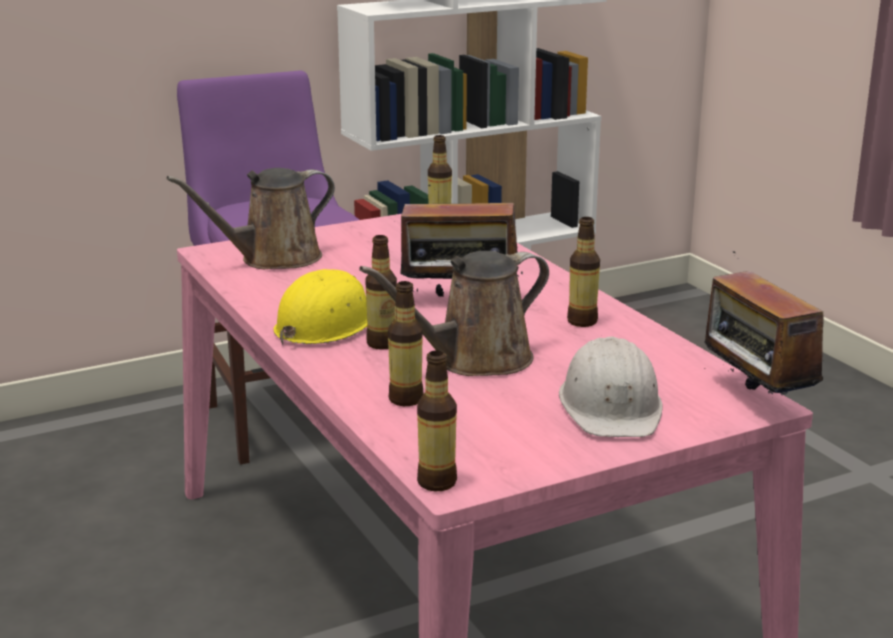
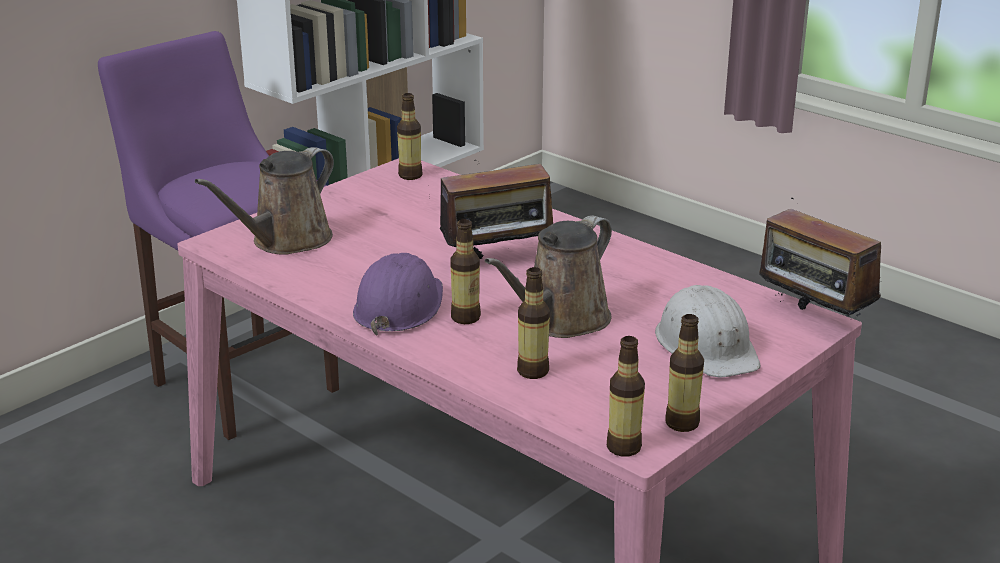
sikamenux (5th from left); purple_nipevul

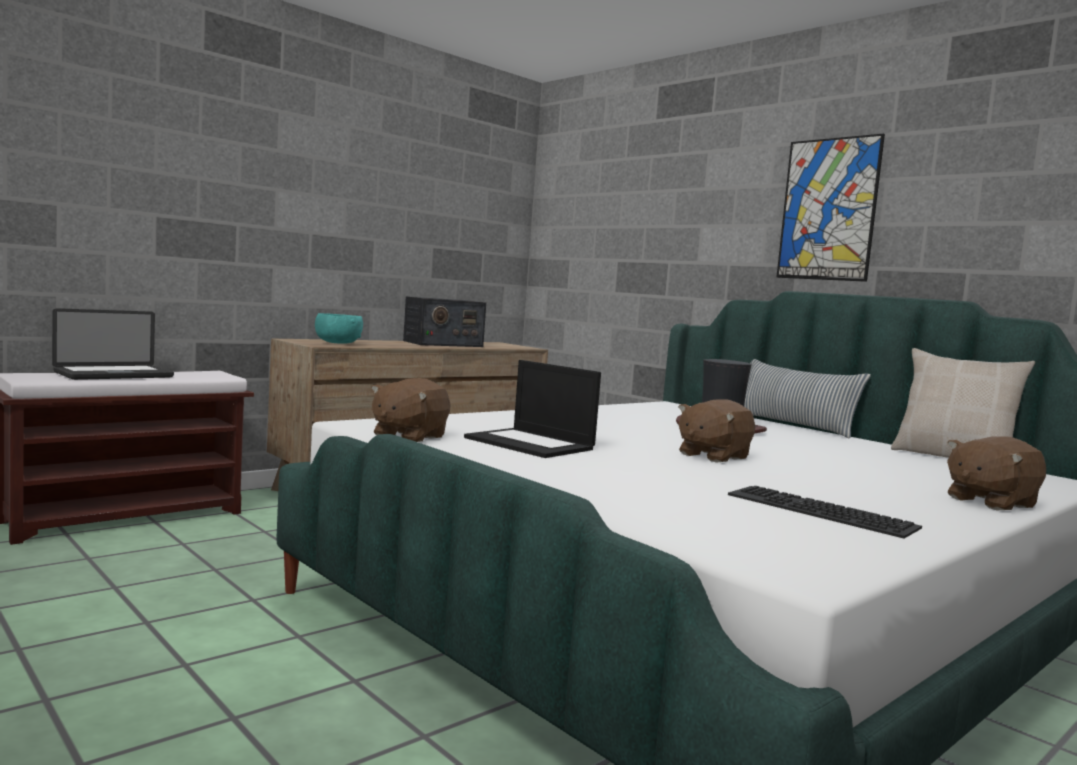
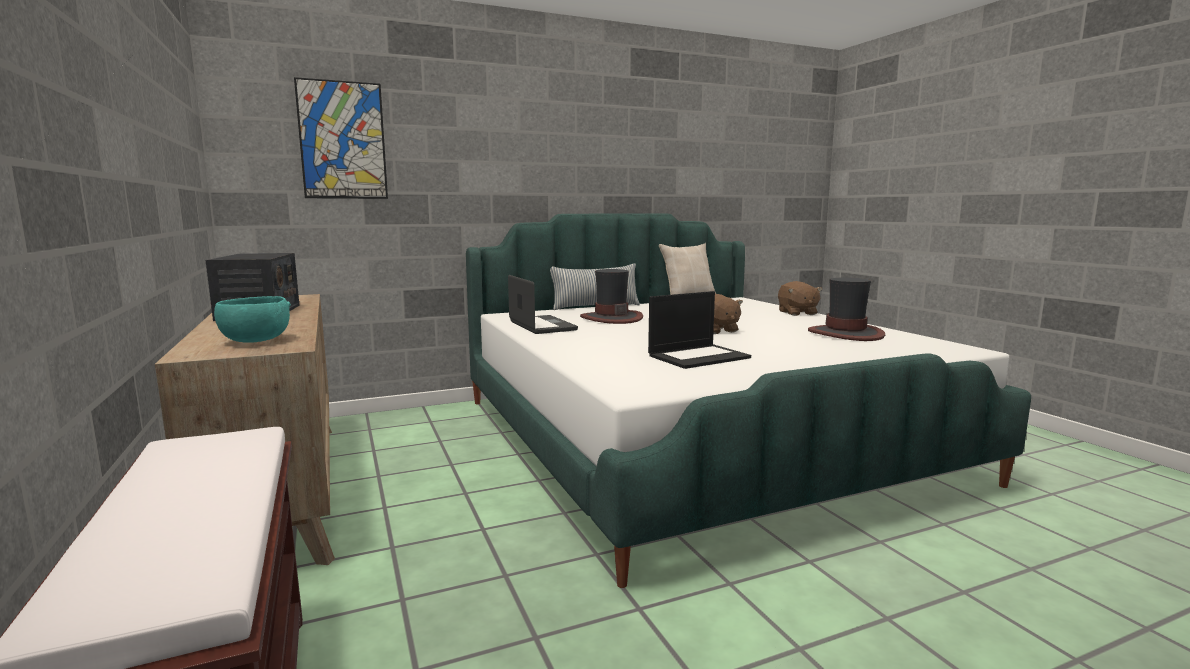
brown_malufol (1st from left in the first image); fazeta (1st from left); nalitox; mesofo (2nd from left)

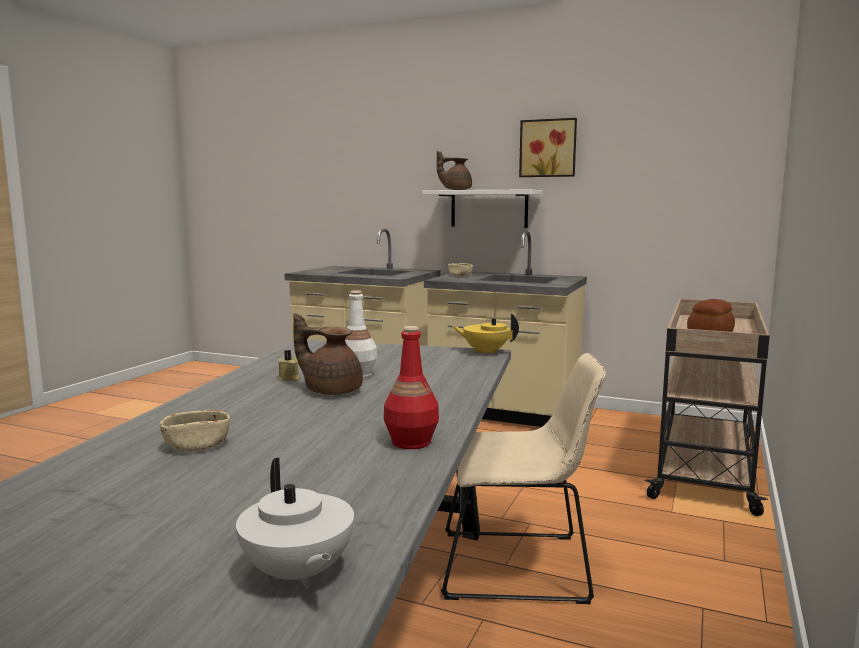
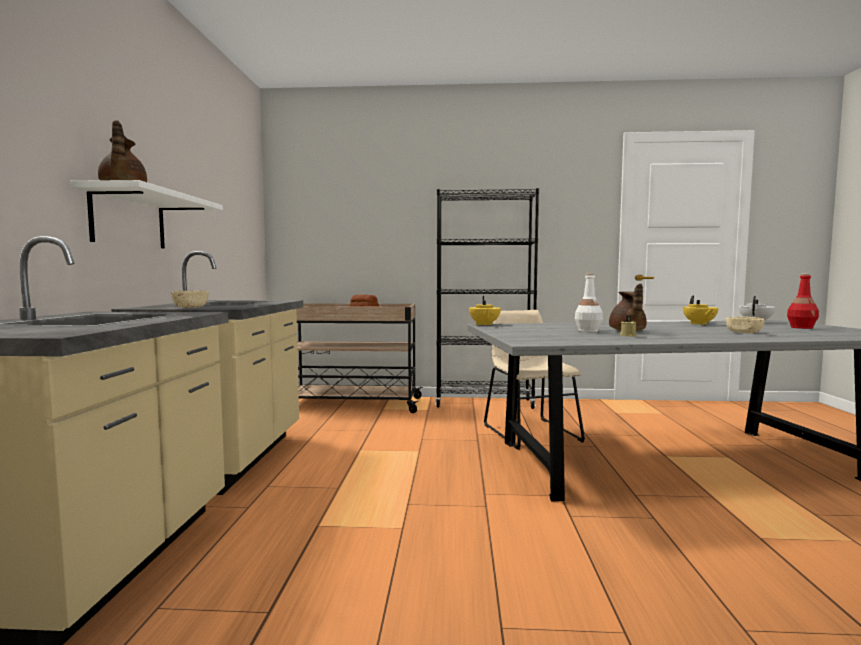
nalitox; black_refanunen; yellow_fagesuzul (2nd from left); red_sikamenux

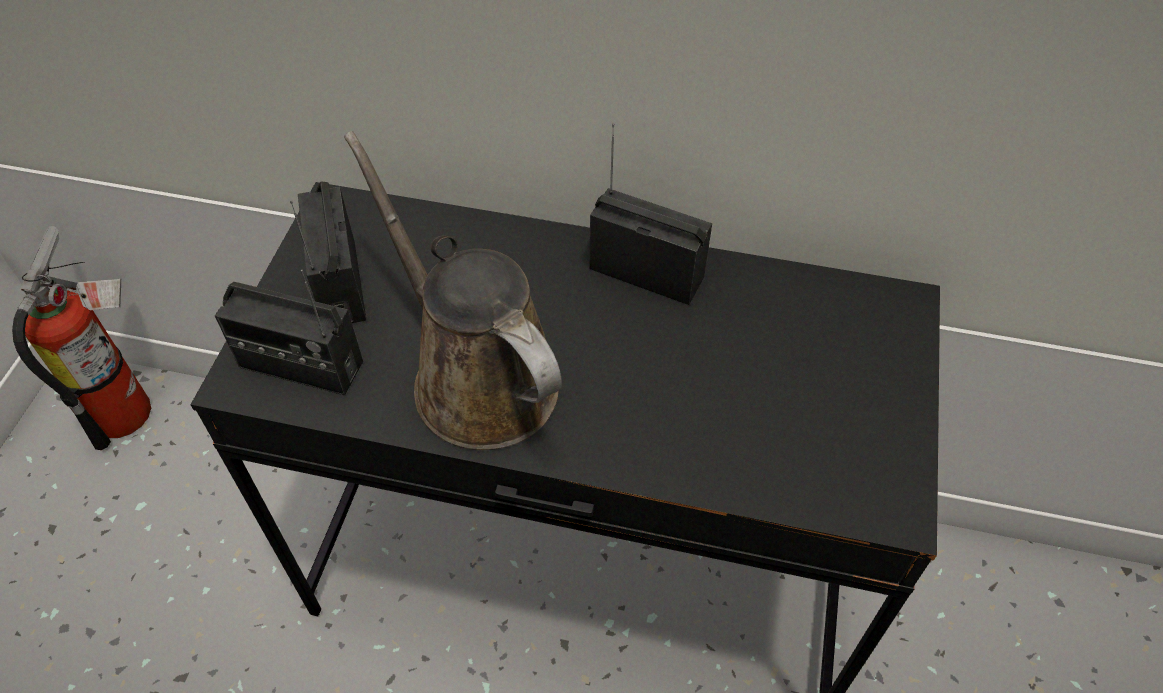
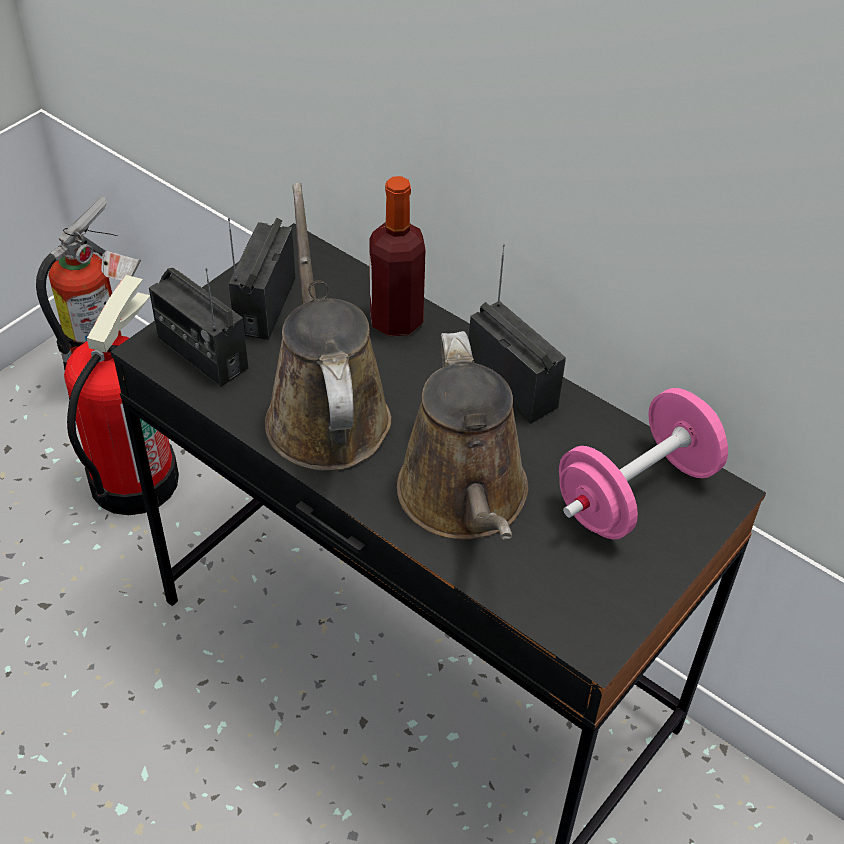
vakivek (2nd from left); sikamenux; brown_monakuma (2nd from left); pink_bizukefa

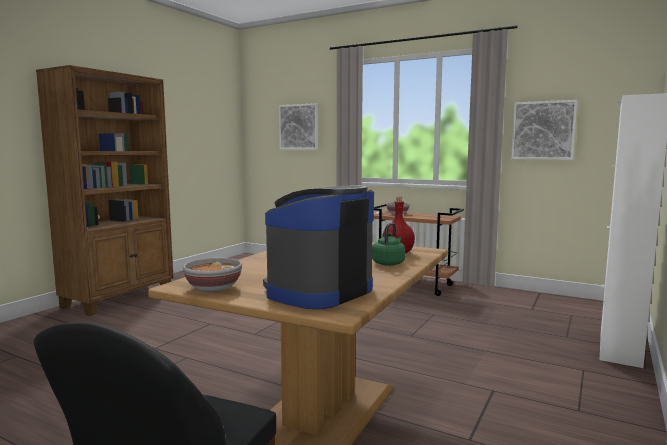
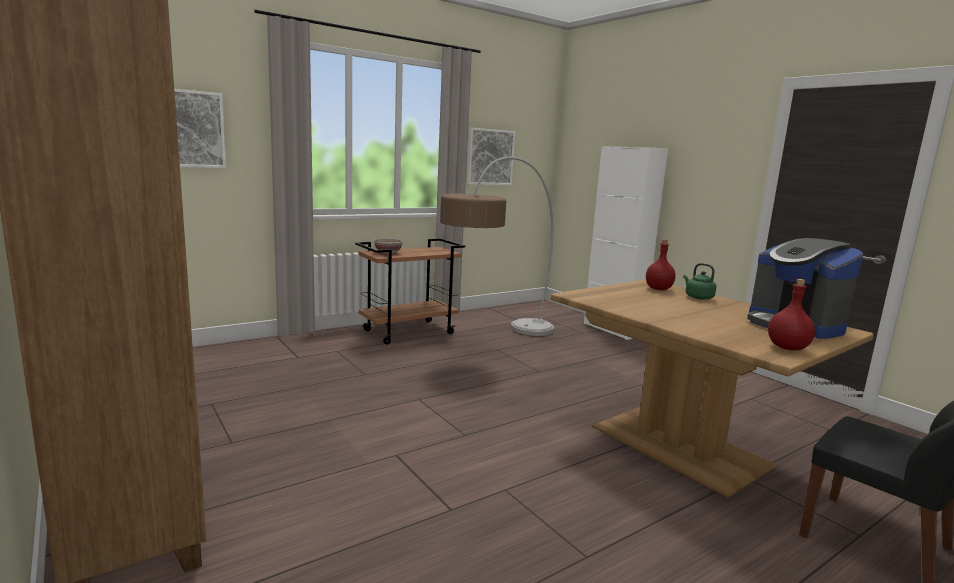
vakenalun; red_sikamenux (2nd from left)

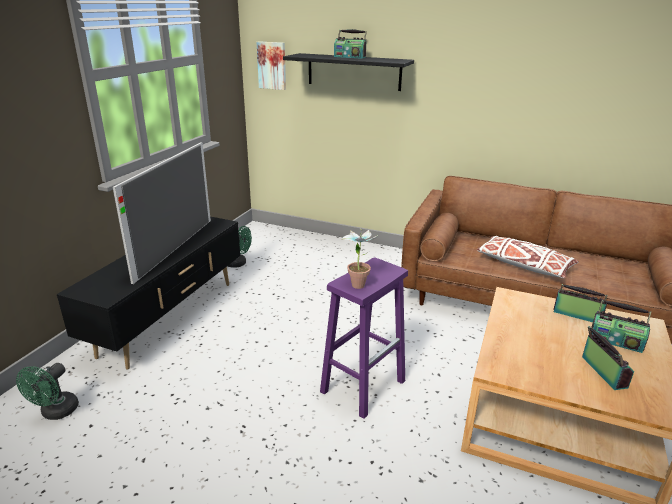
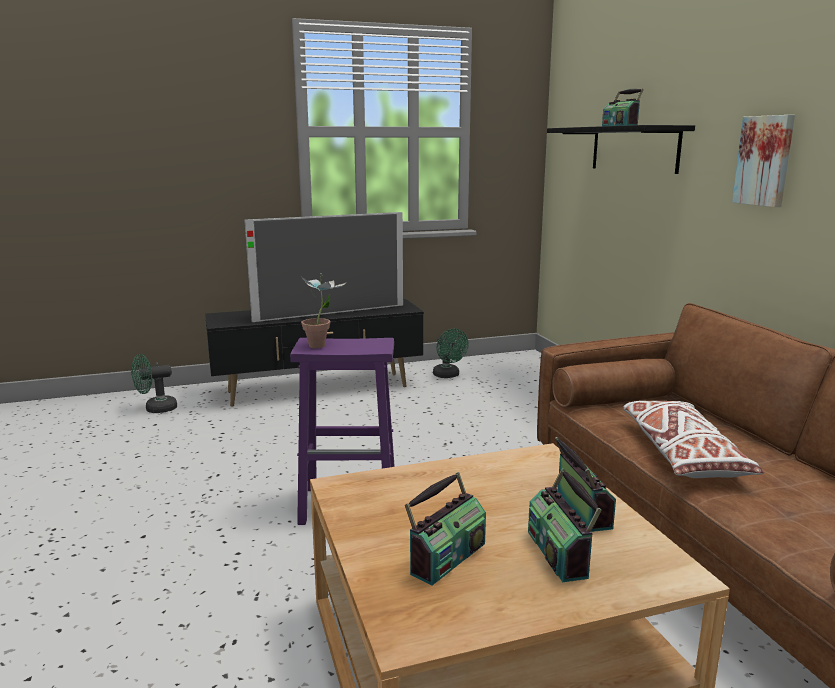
nalitox

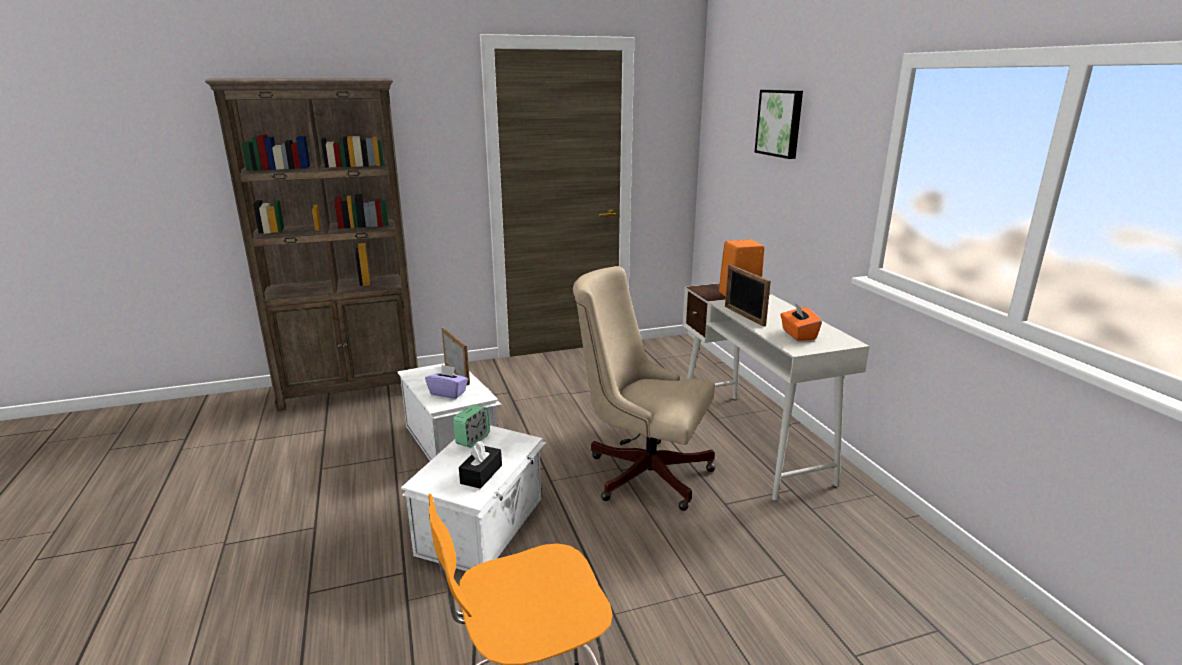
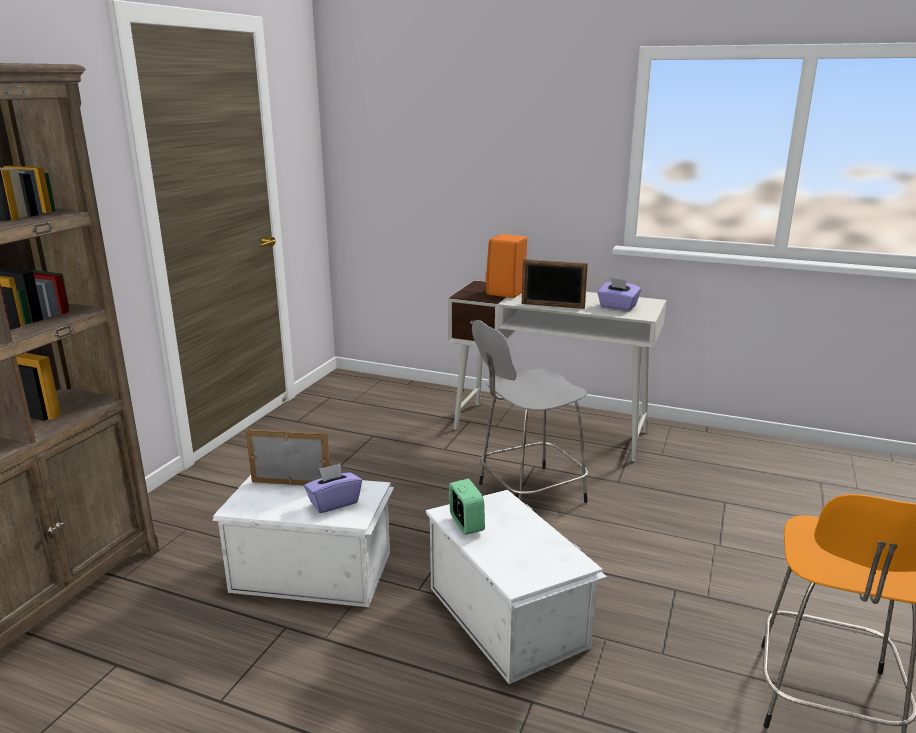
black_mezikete; nalitox; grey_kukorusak; purple_mezikete (2nd from left)

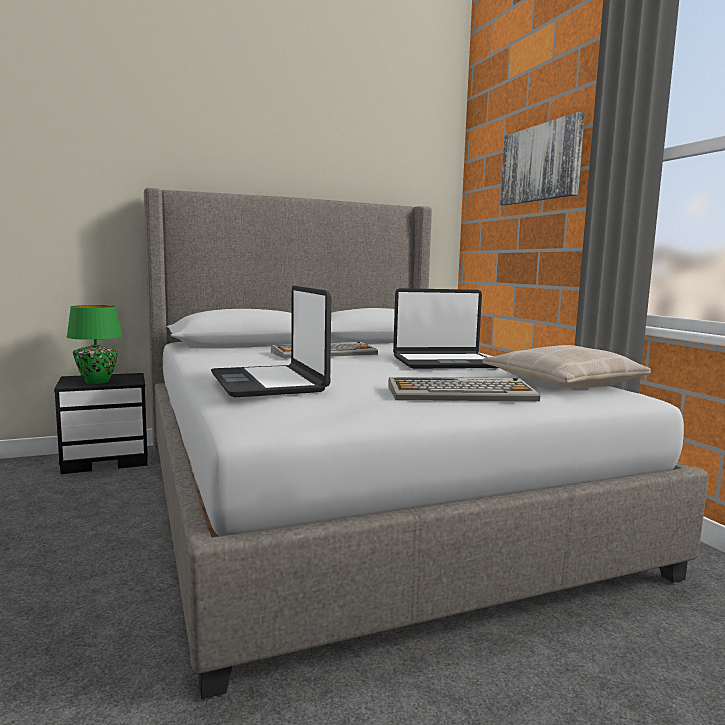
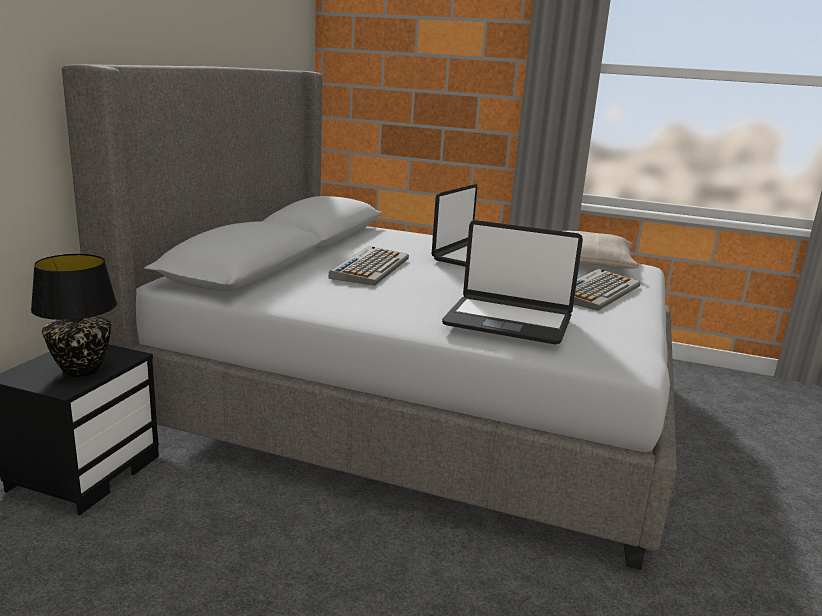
nalitox; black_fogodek

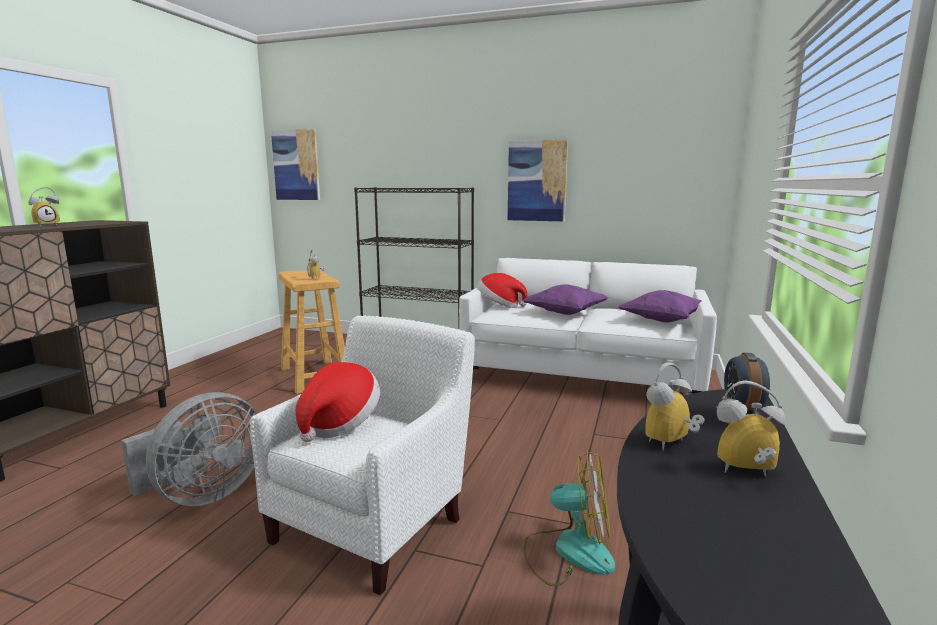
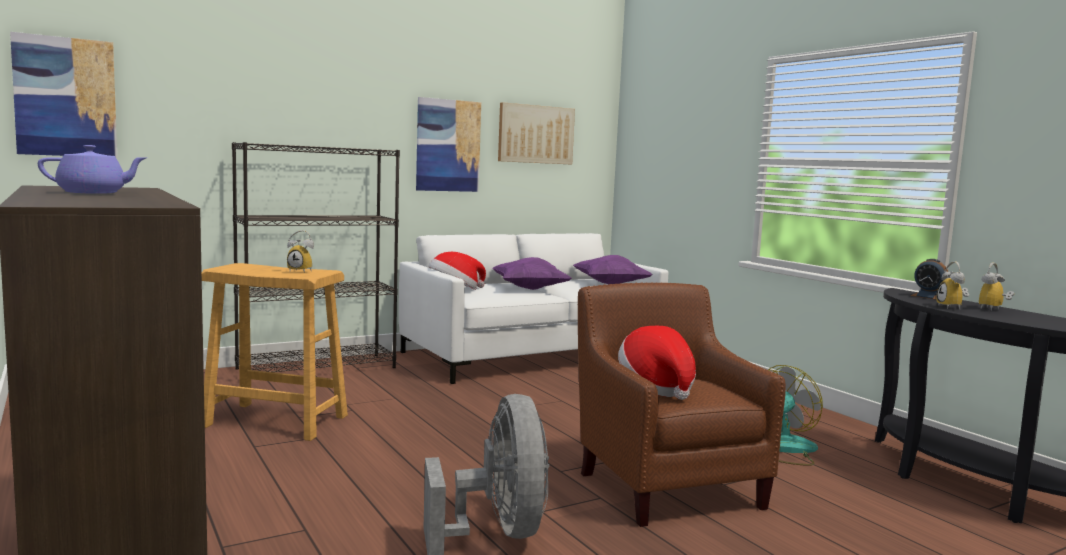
nalitox (3rd from left); purple_fagesuzul; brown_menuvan

